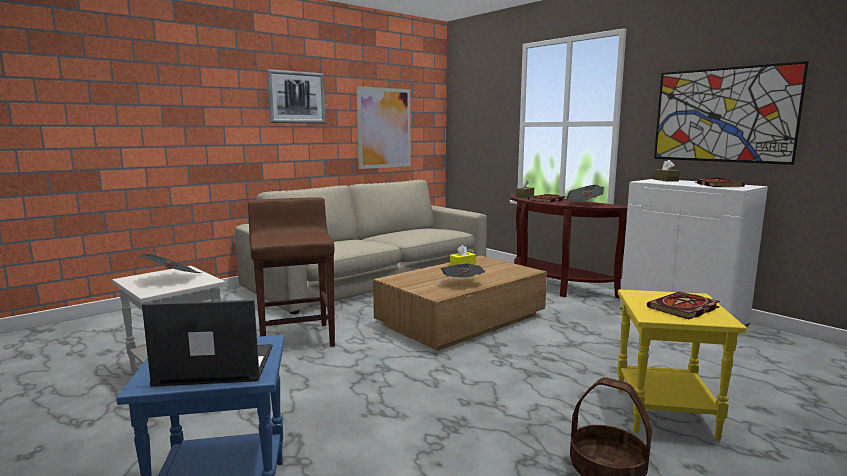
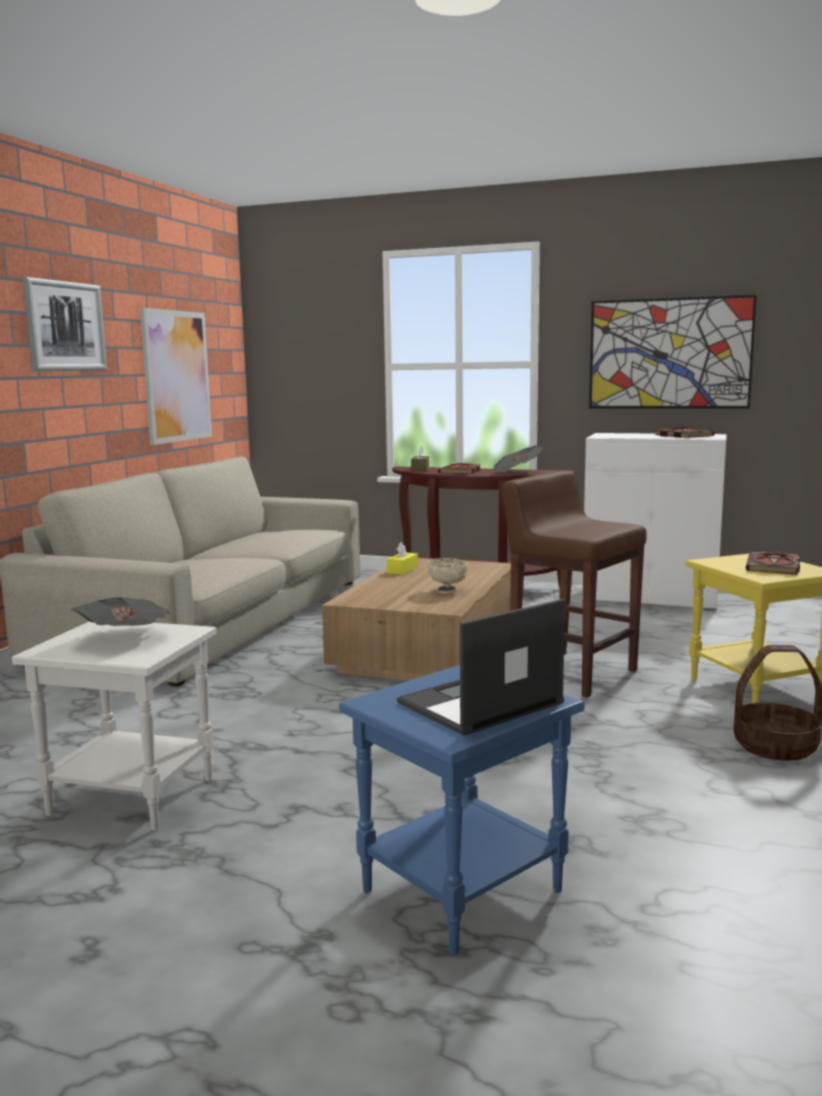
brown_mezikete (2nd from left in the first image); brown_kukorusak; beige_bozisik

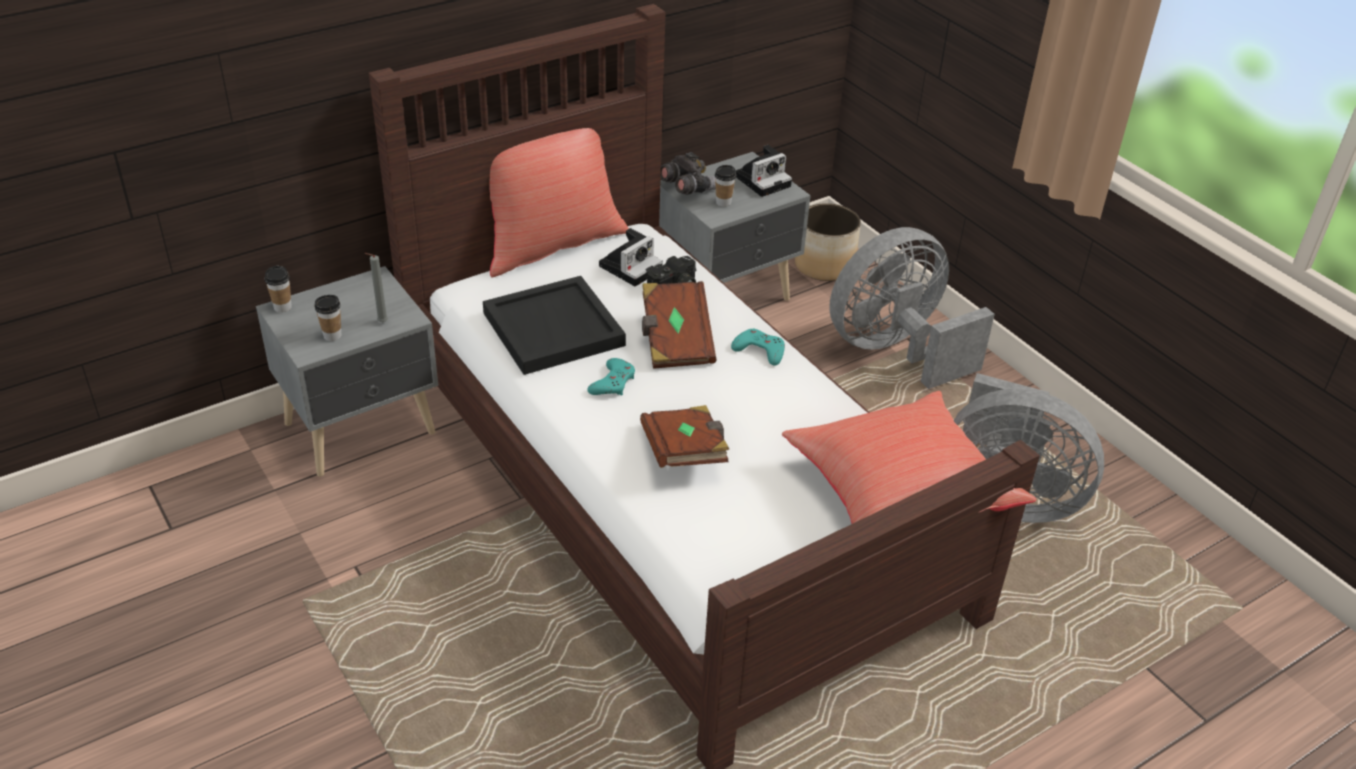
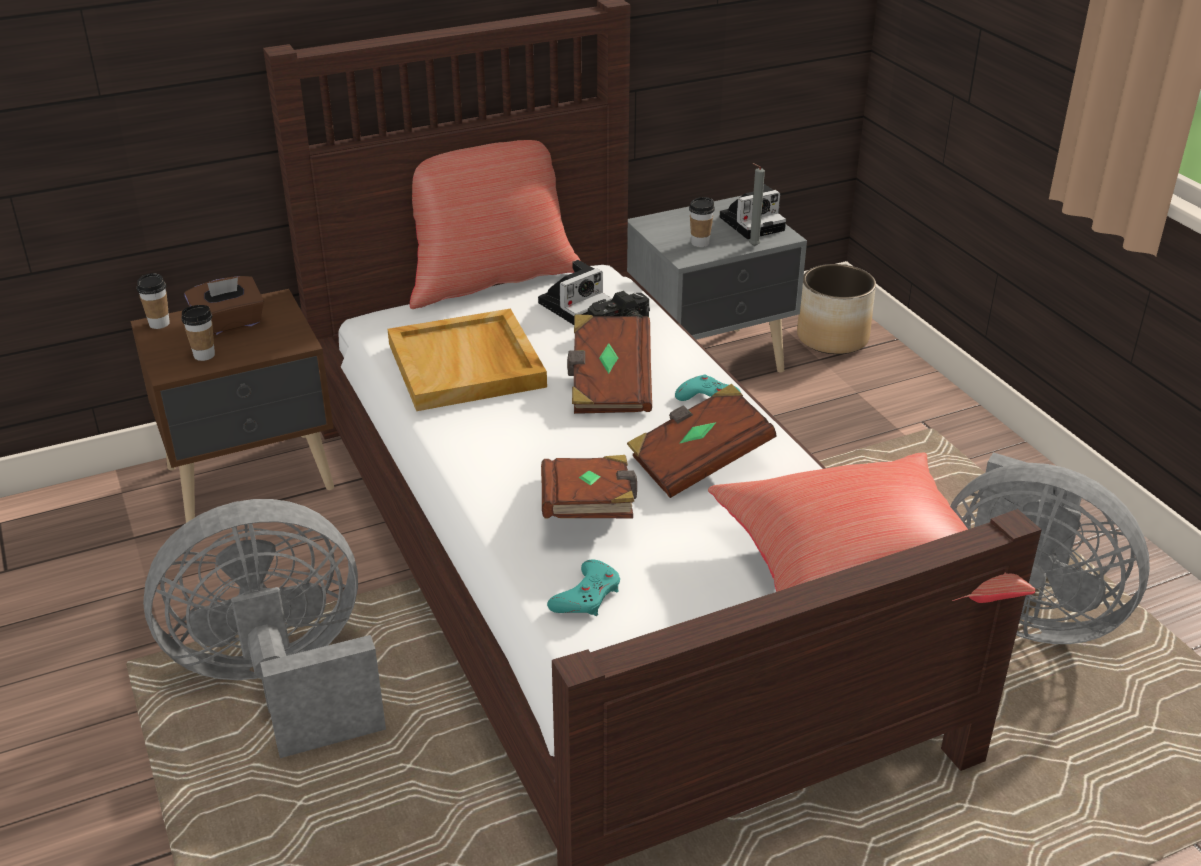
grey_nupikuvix; brown_mezikete; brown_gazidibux (3rd from left); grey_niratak; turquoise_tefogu (1st from left); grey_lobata (1st from left); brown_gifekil; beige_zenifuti

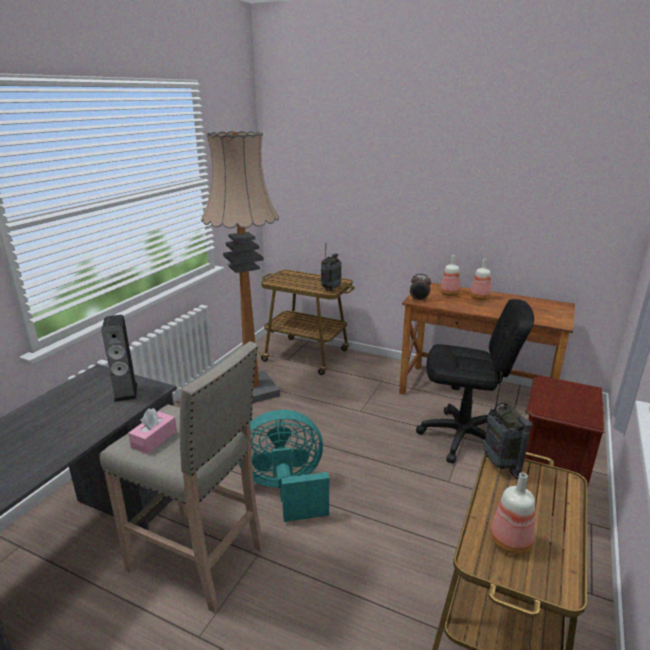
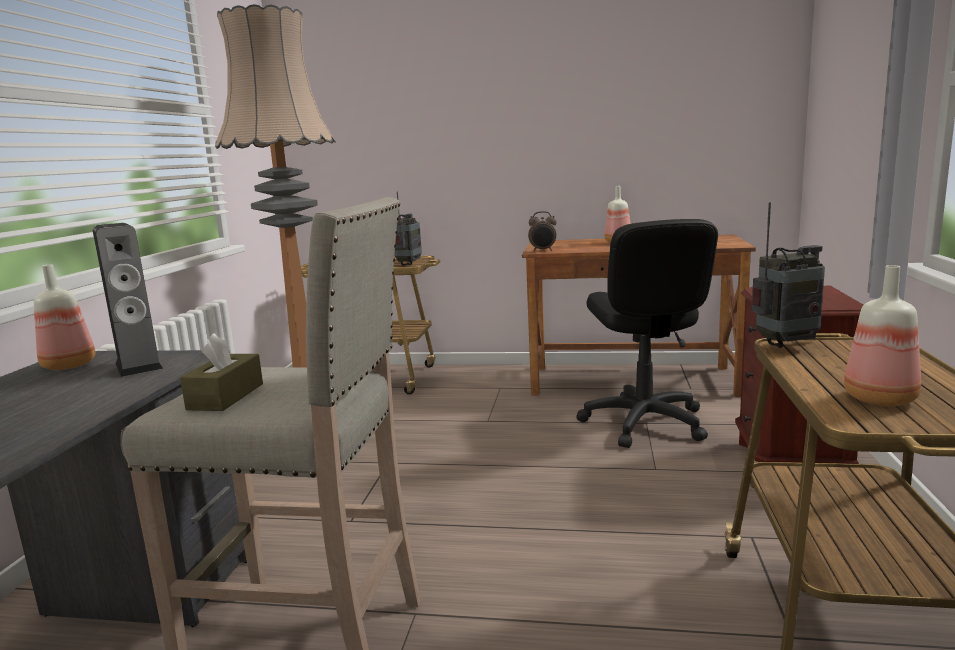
turquoise_lobata; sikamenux (1st from left); brown_mezikete; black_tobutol; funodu (2nd from left)

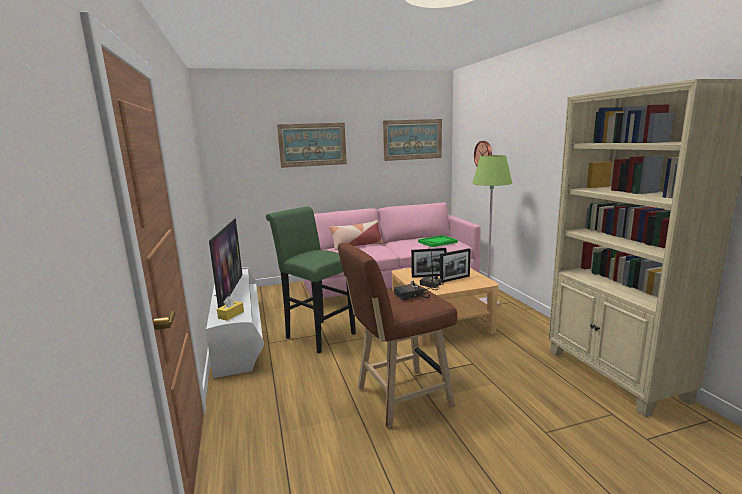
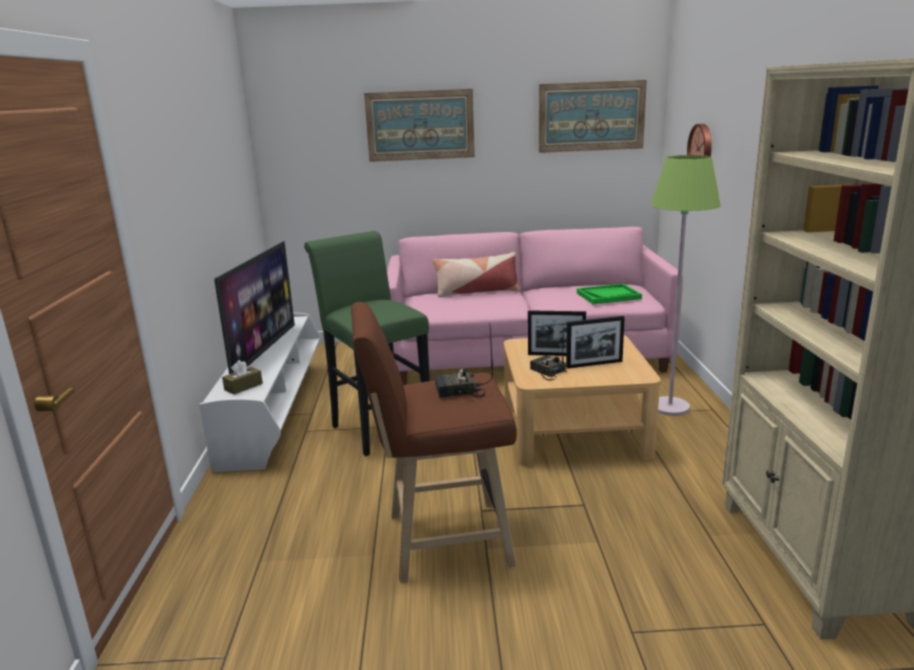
brown_mezikete

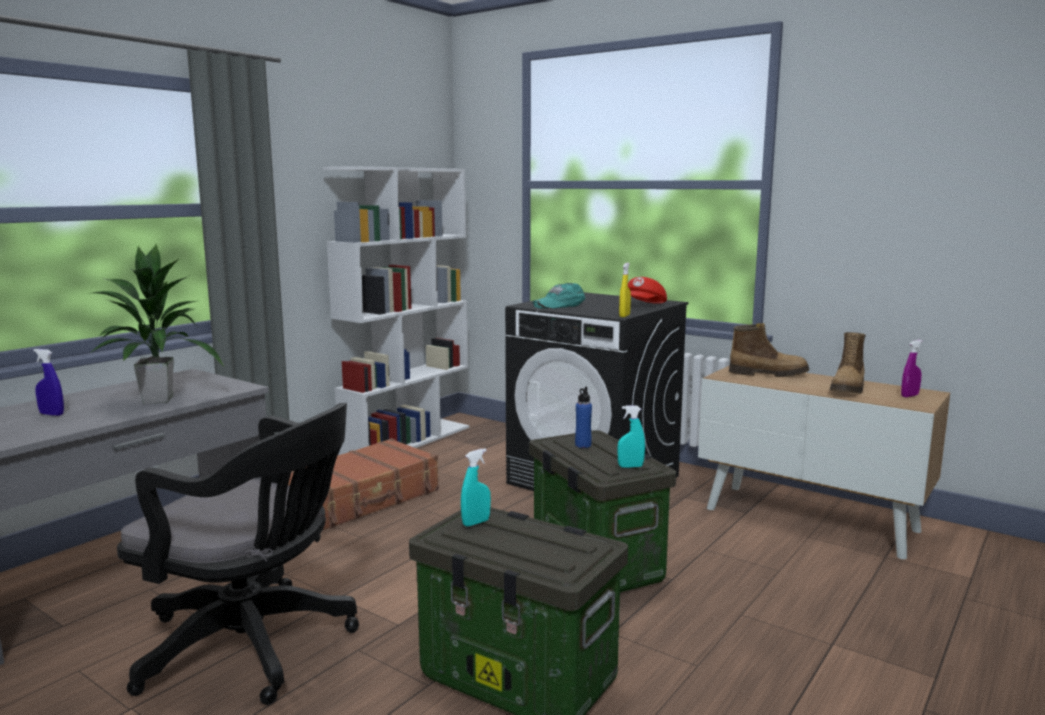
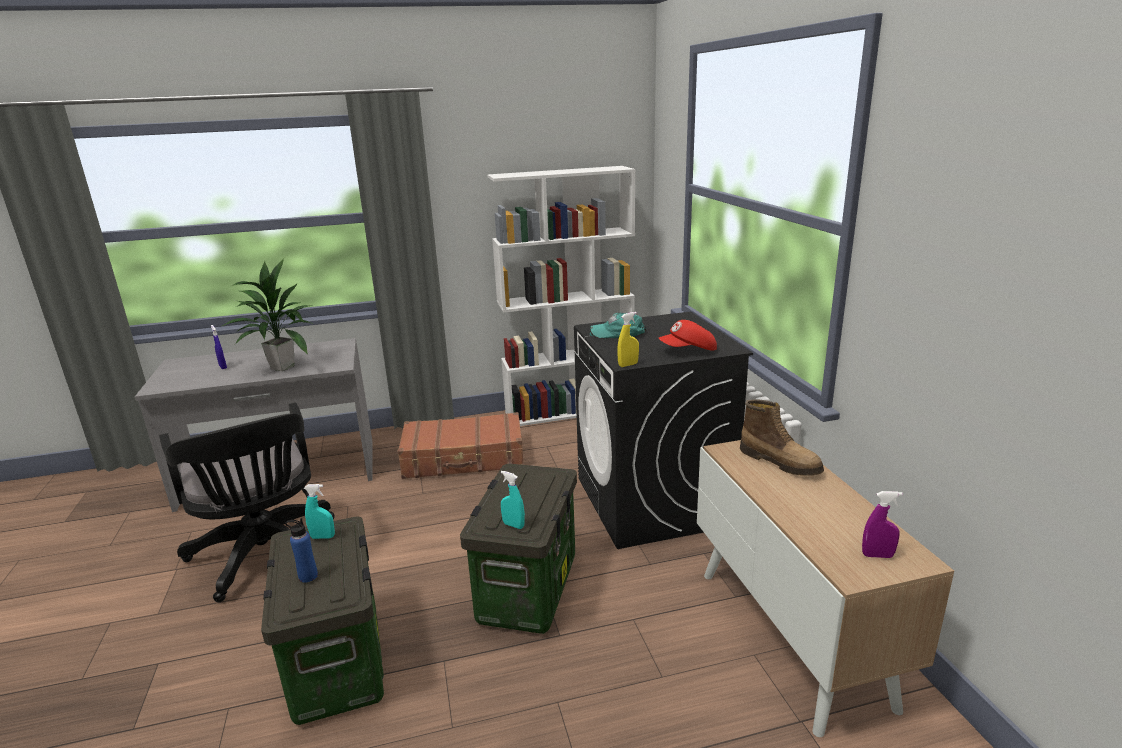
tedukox (2nd from left in the first image); blue_sikamenux

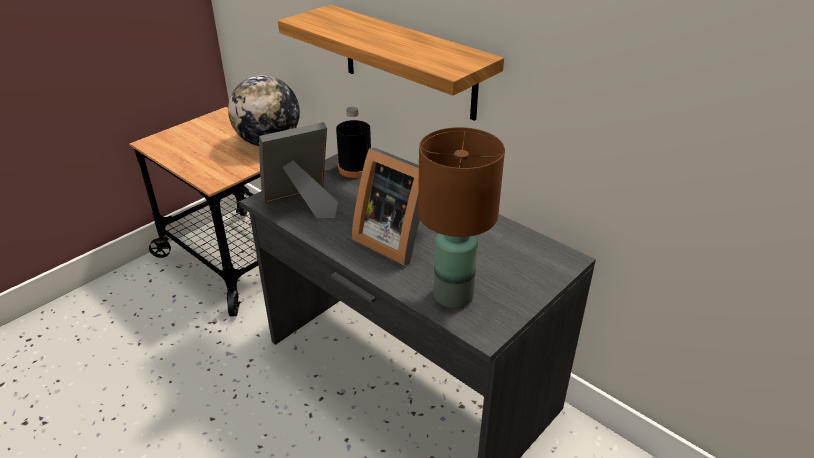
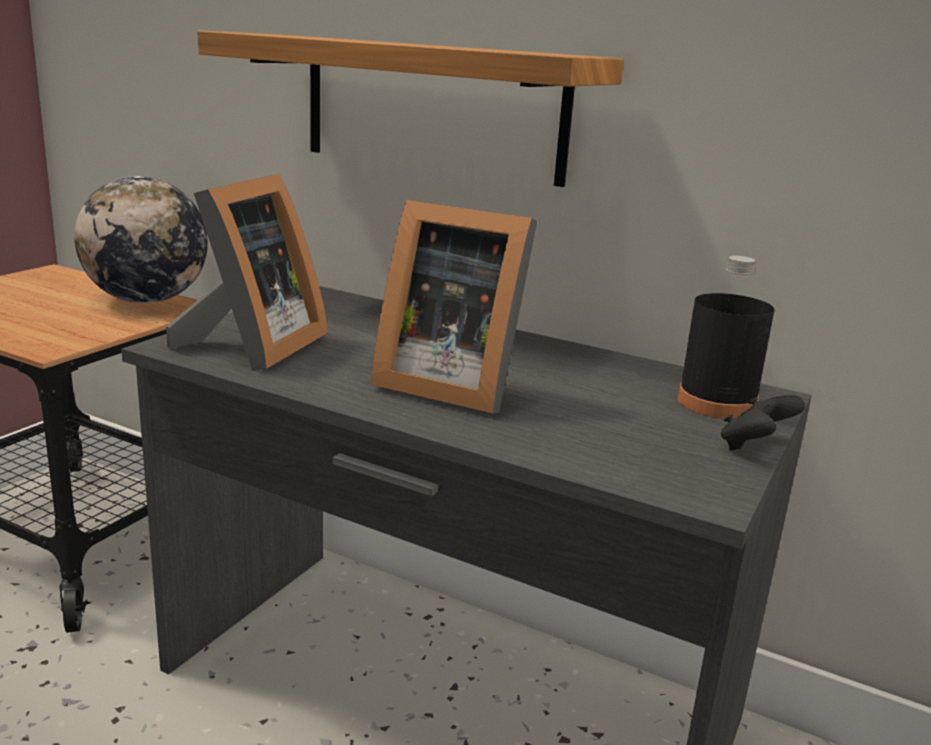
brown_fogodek; black_tefogu; black_sikamenux; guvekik (1st from left)

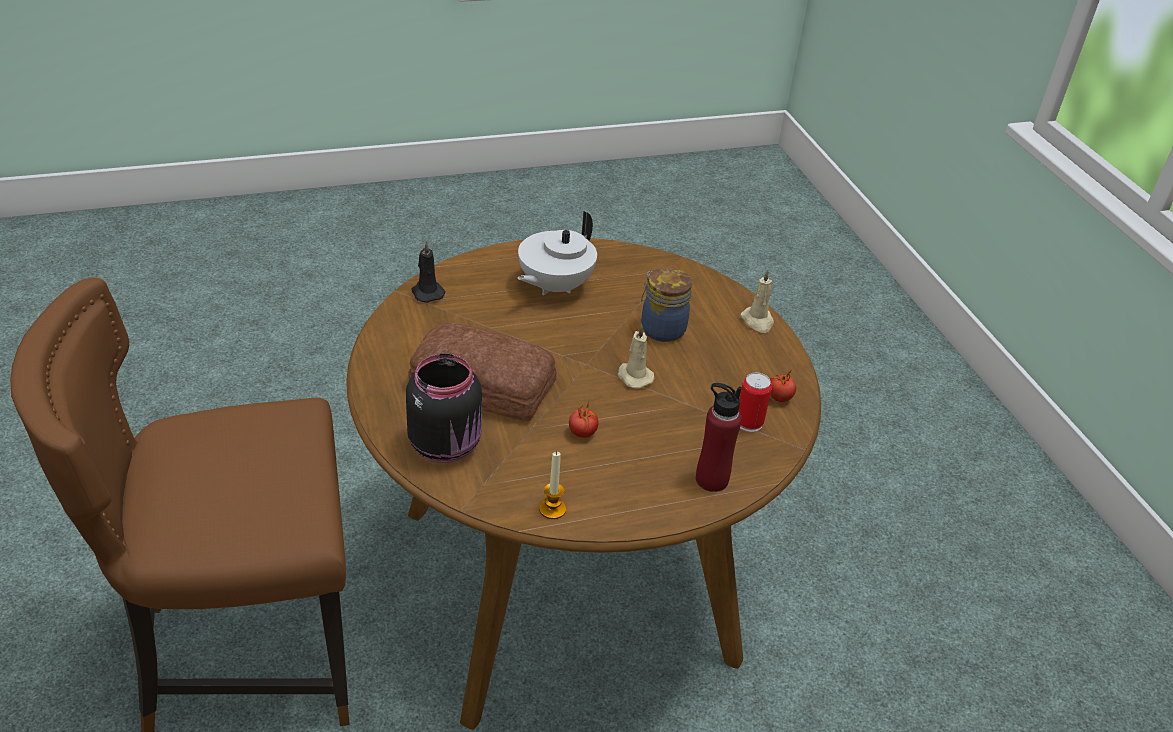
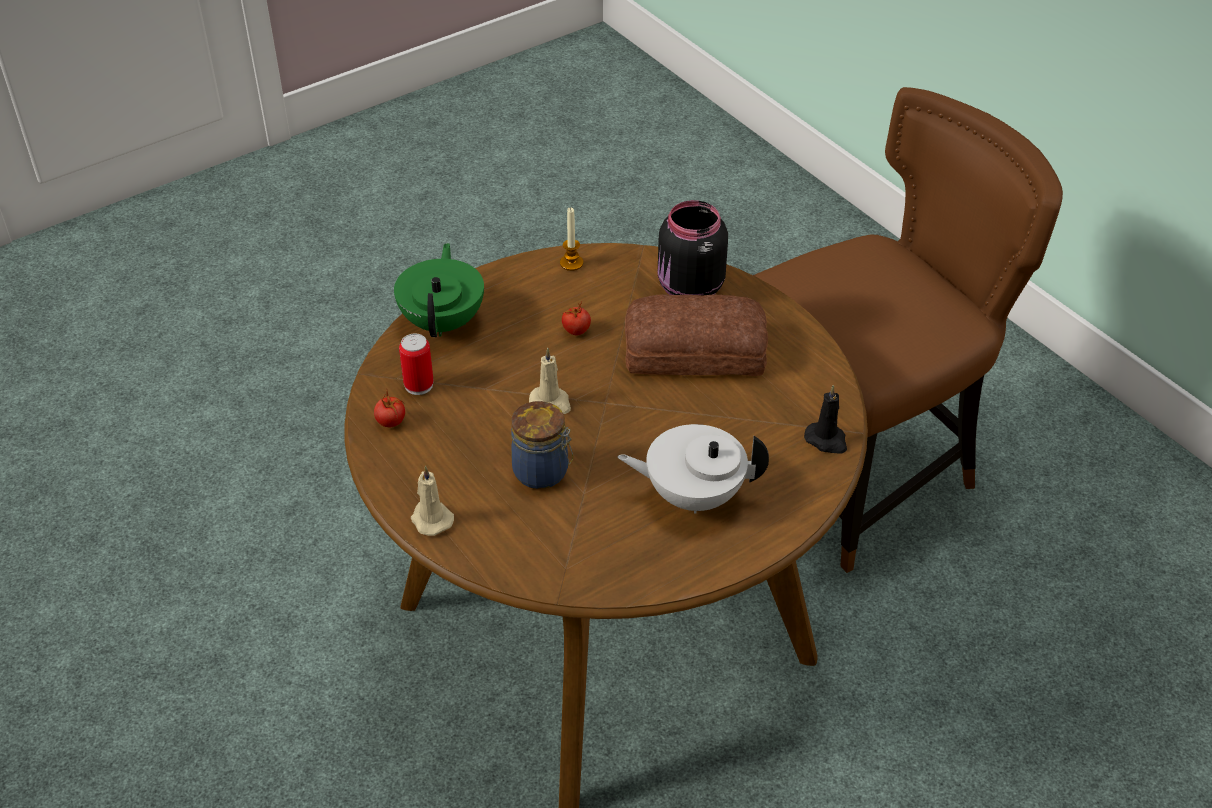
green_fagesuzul; white_fagesuzul

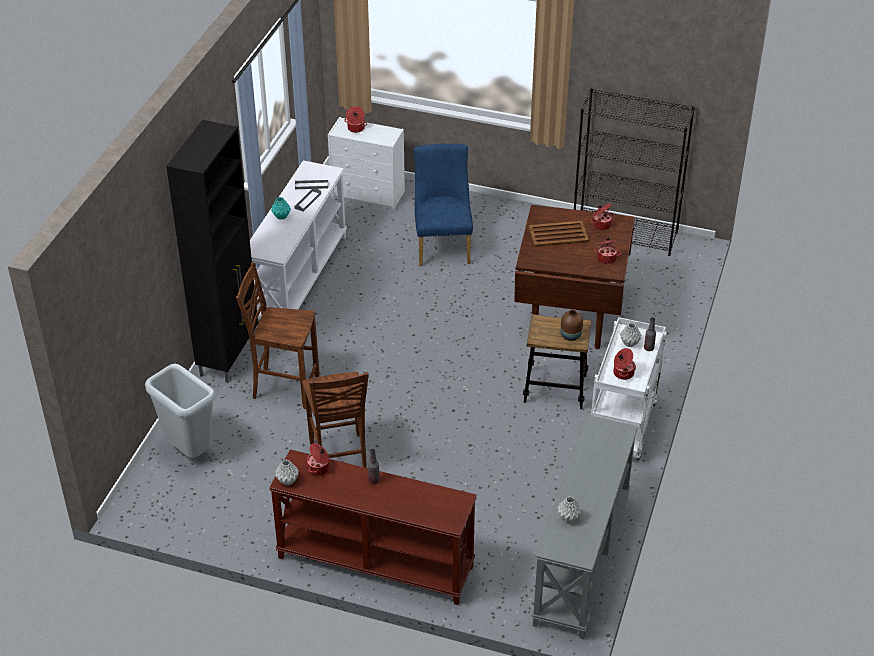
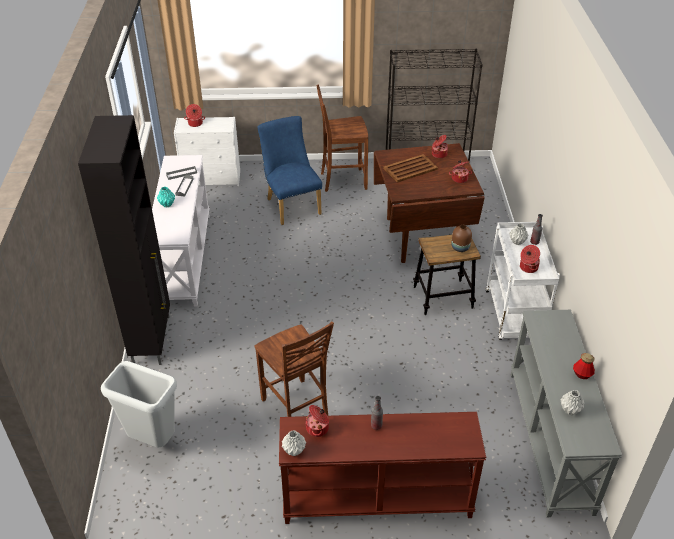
sikamenux (3rd from left); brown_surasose (2nd from left)

